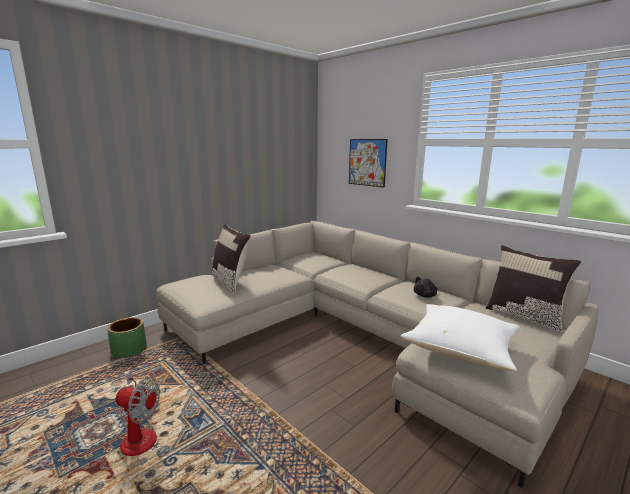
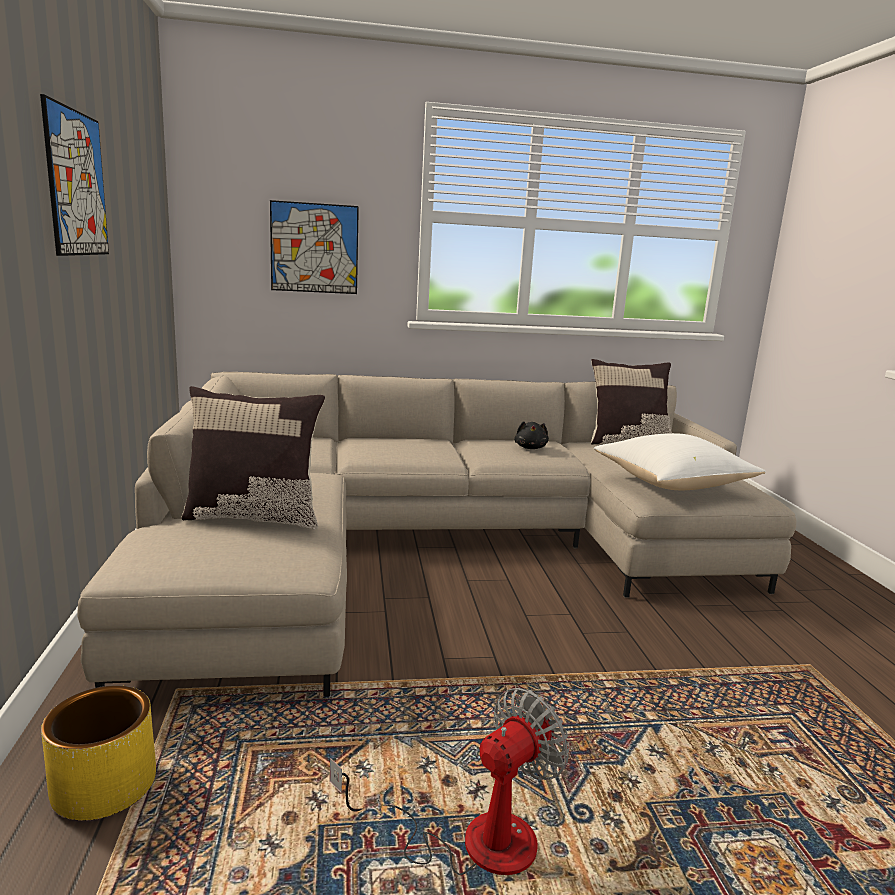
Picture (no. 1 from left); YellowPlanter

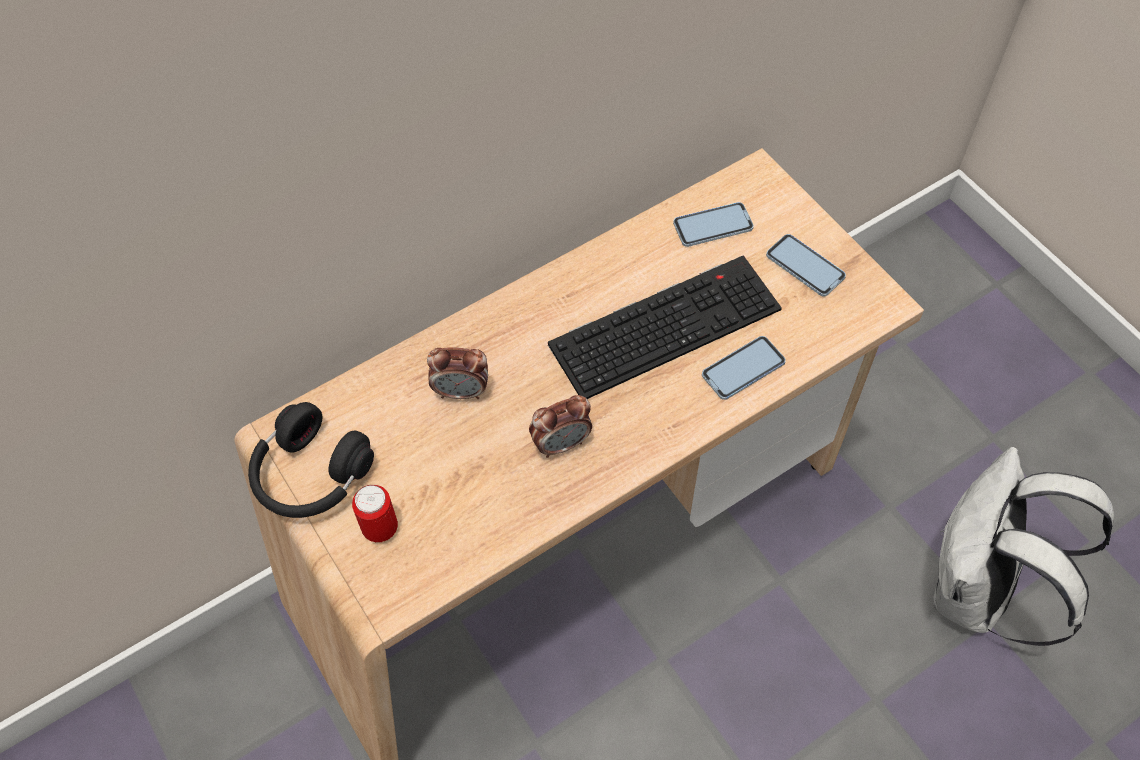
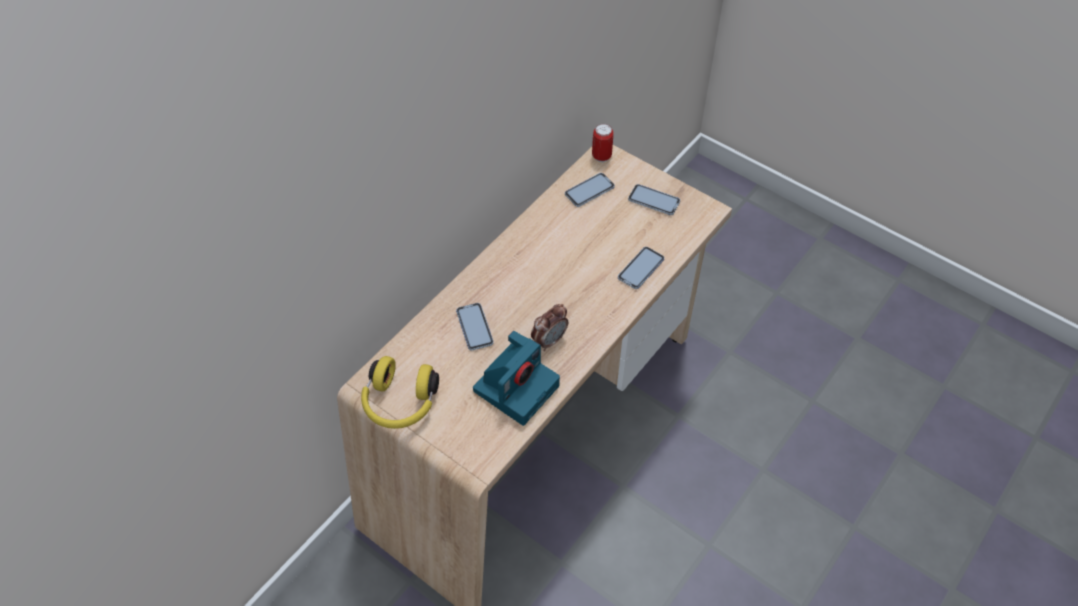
Keyboard; WhiteBackpack; PhotoCamera; Can; Phone (no. 1 from left); YellowHeadphones

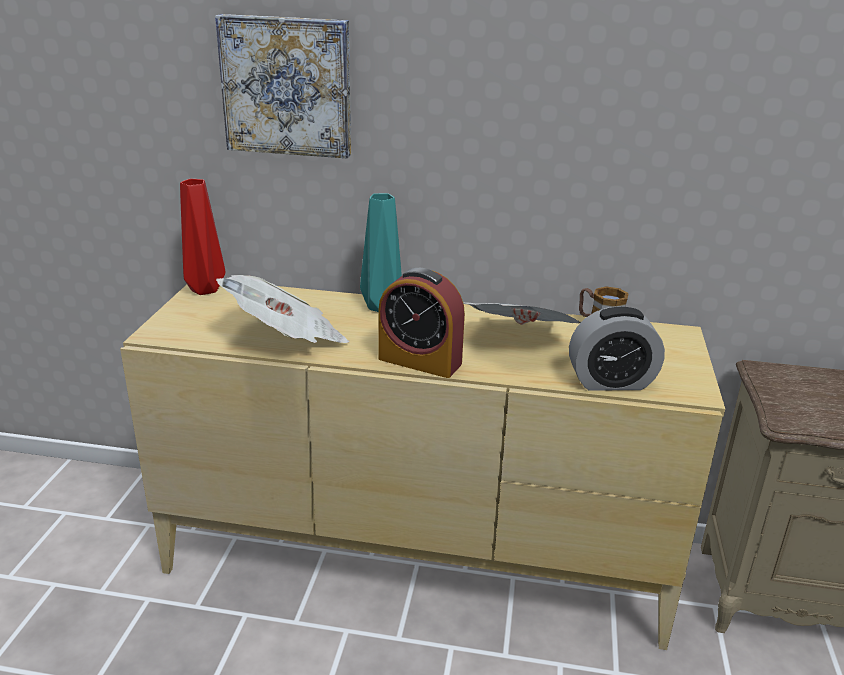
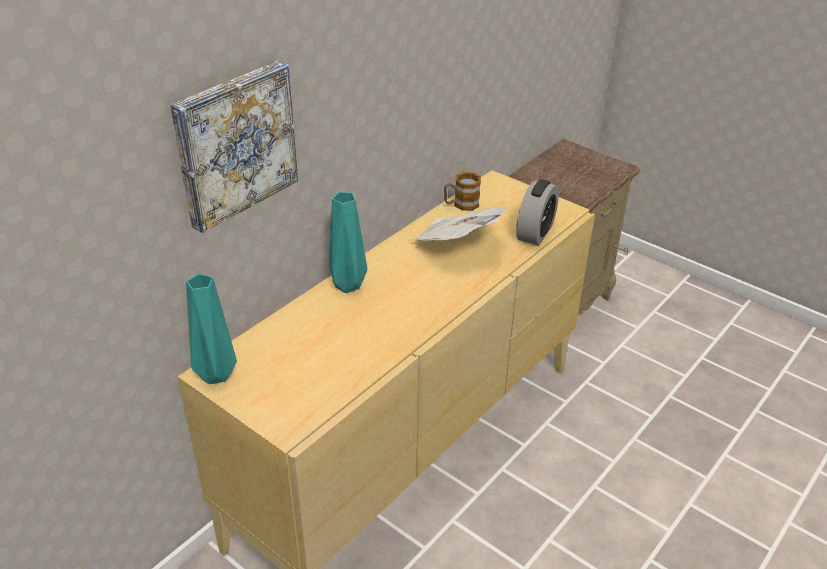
Newspaper (no. 1 from left in the first image); AlarmClock (no. 1 from left in the first image); TurquoiseVase (no. 1 from left)

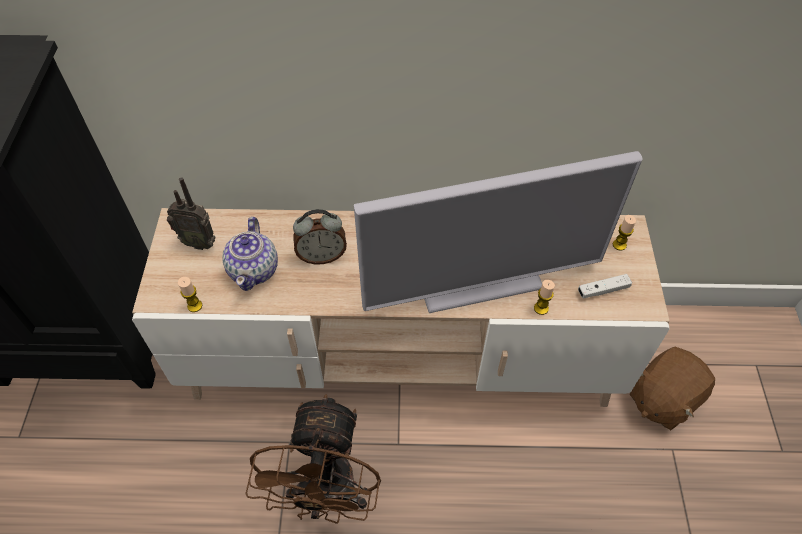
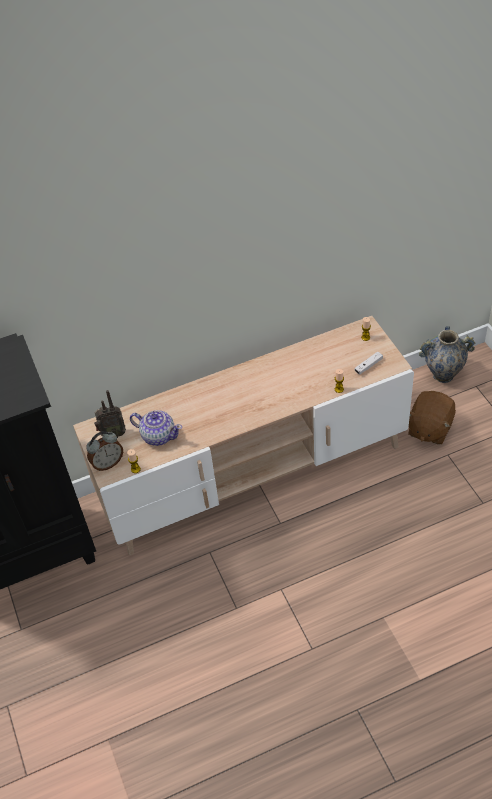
BrownFan; Television; Vase; AlarmClock; Teapot

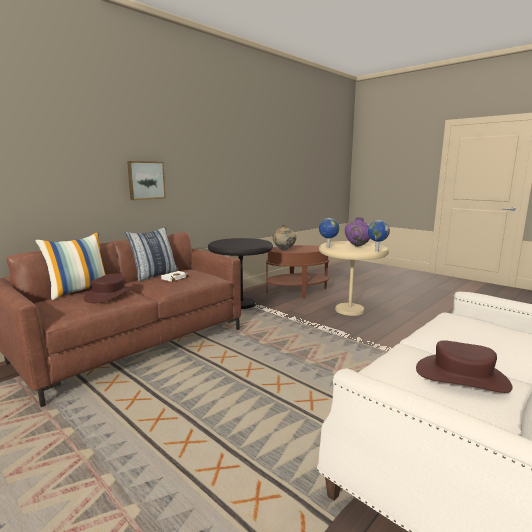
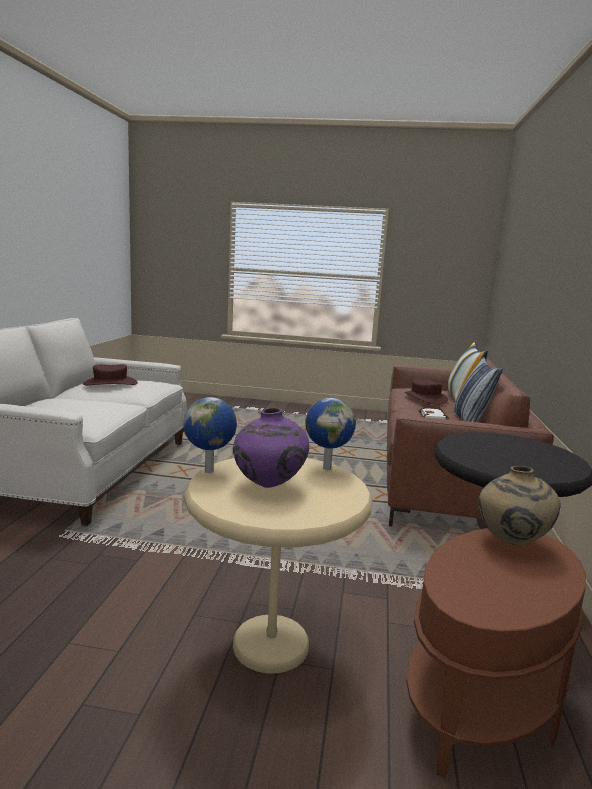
Picture

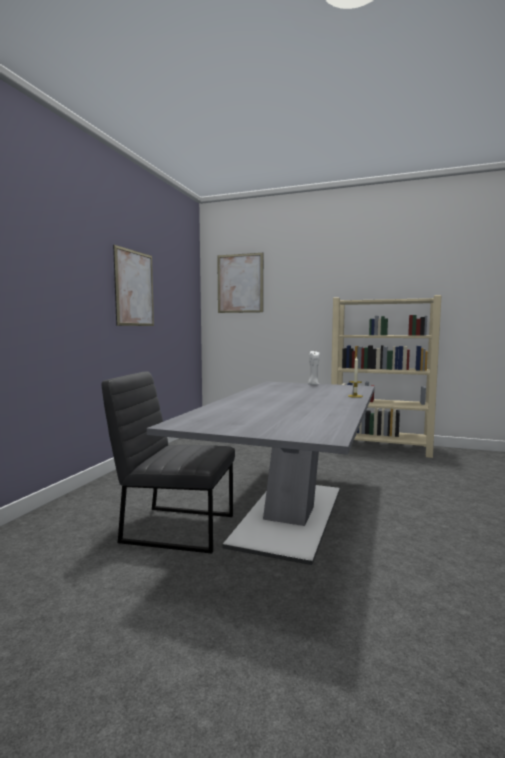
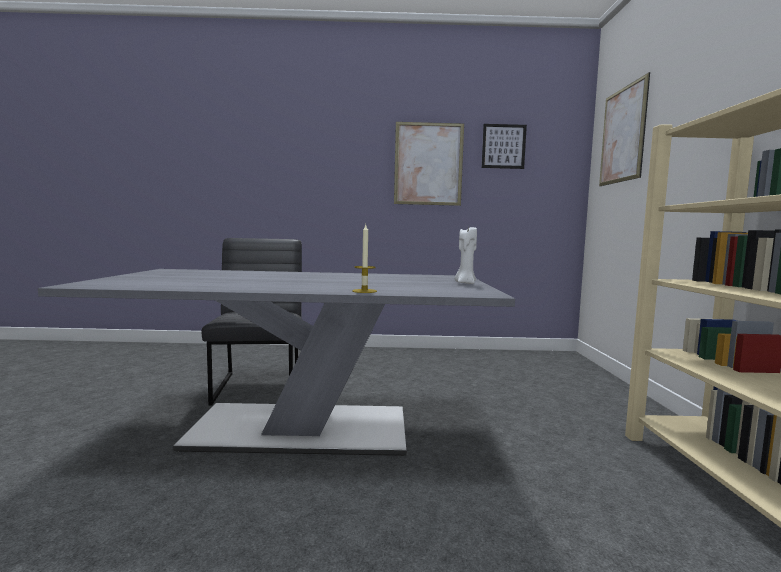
Picture (no. 2 from left)

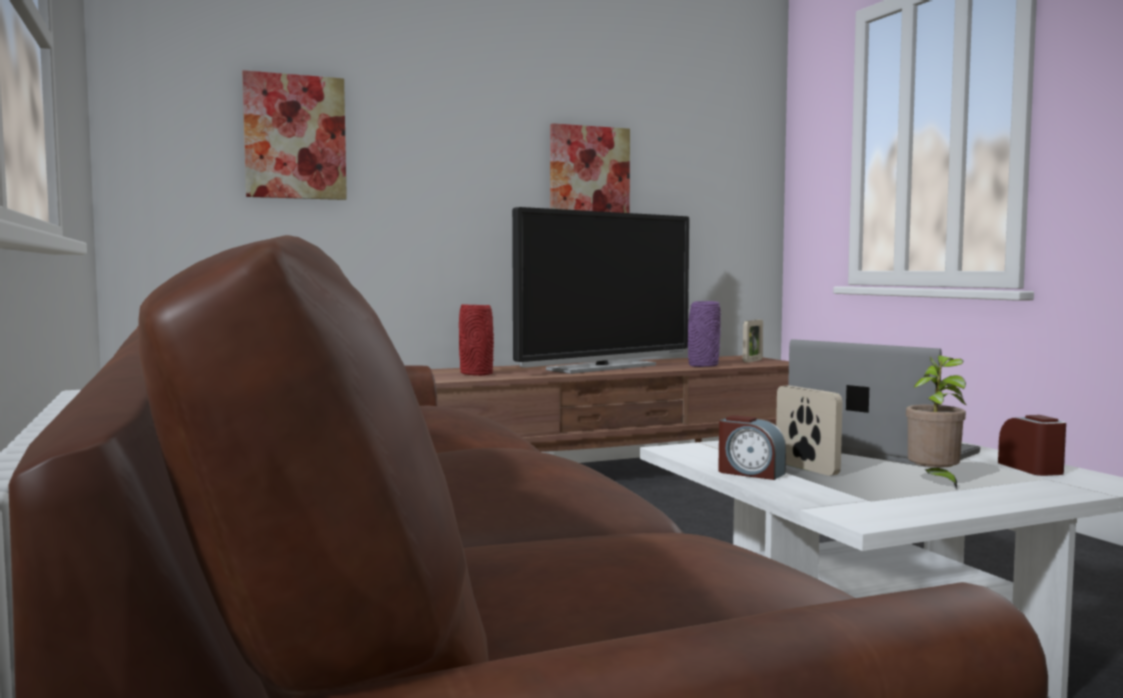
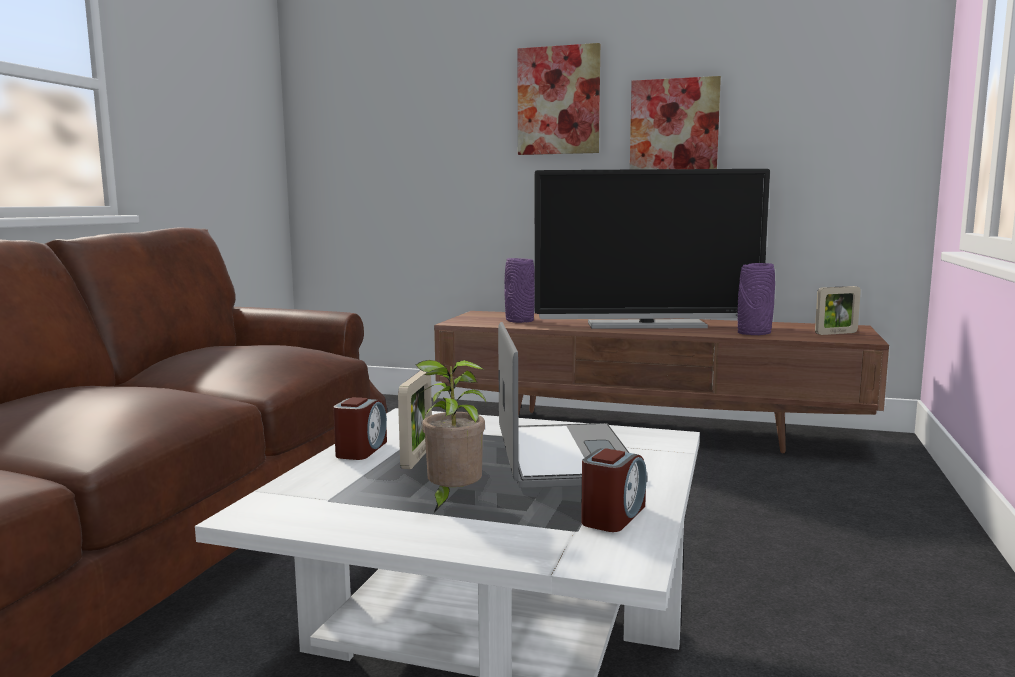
Picture (no. 1 from left); PurpleVase (no. 1 from left); AlarmClock (no. 1 from left)

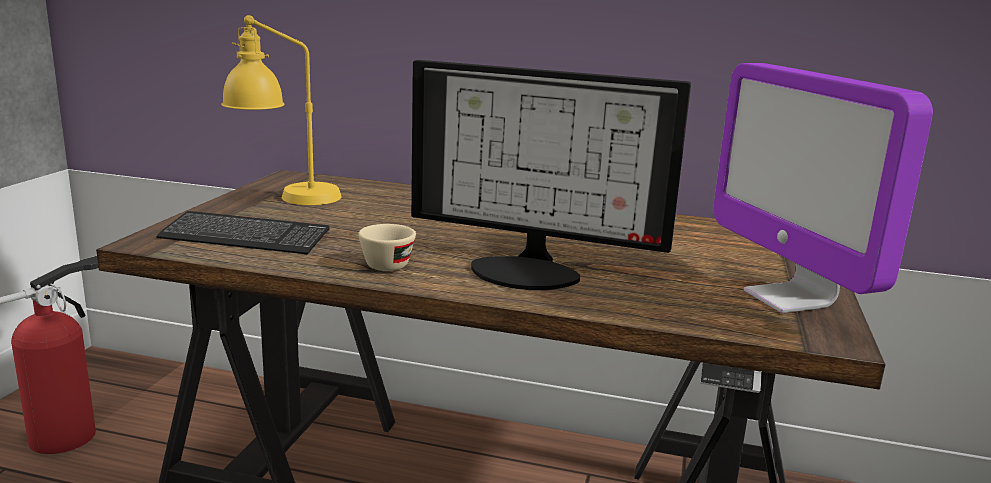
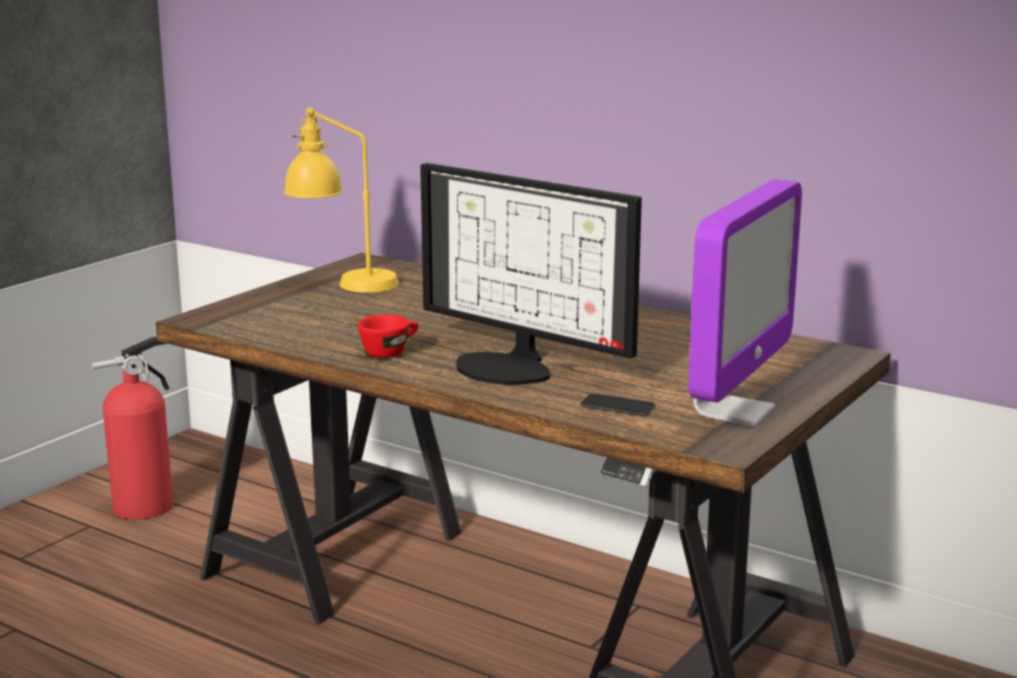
Keyboard; Phone; RedCup; Monitor (no. 2 from left)

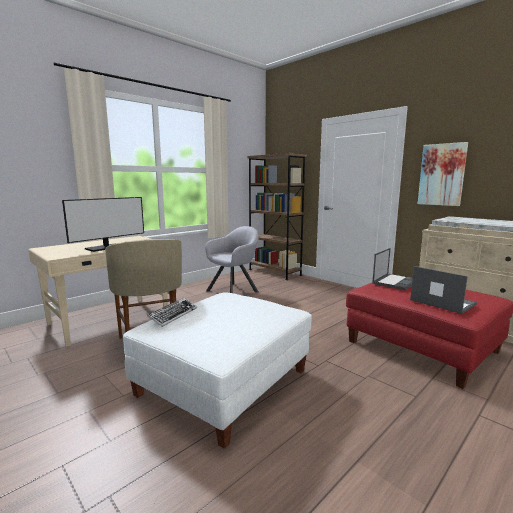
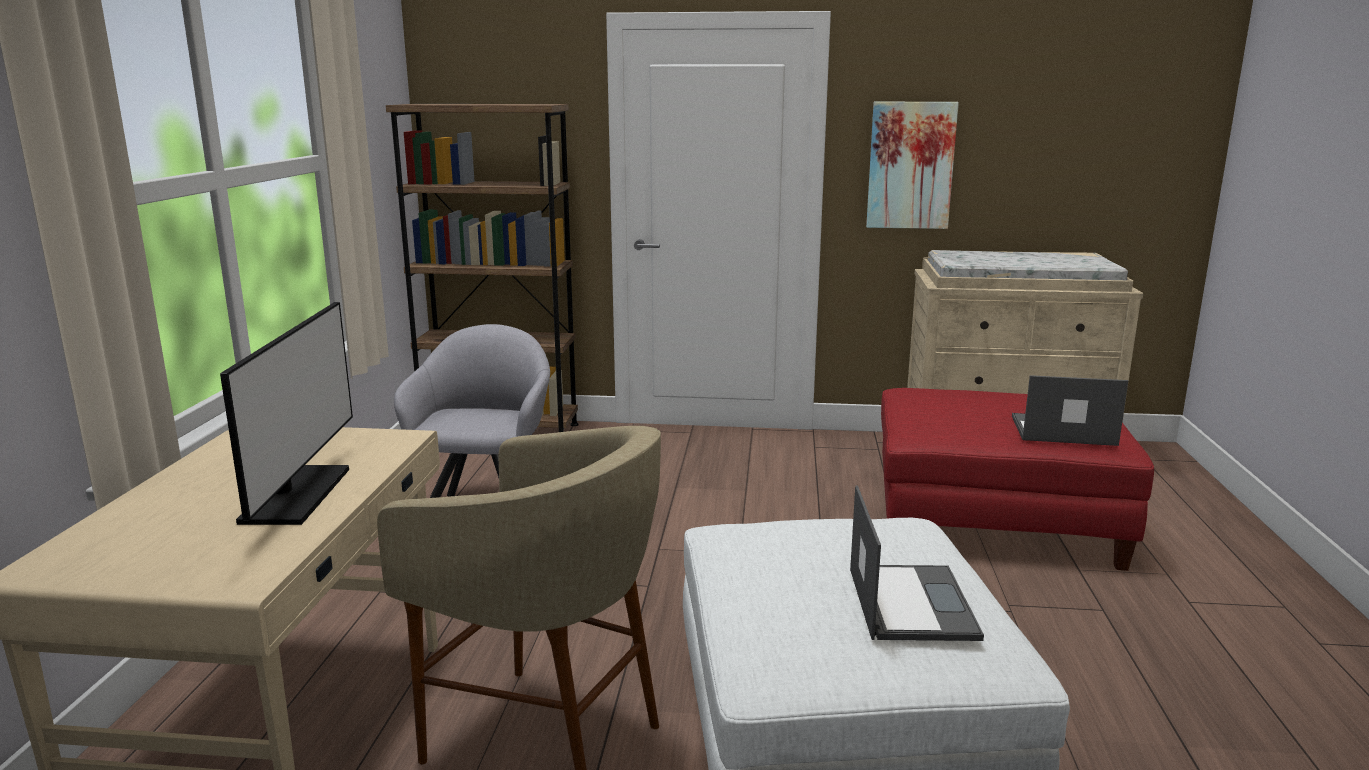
Keyboard; Laptop (no. 1 from left)

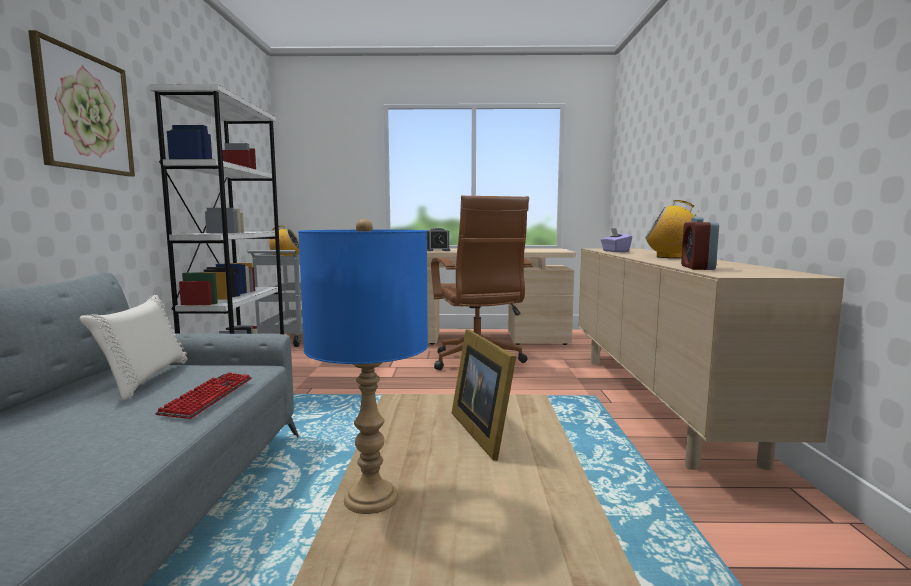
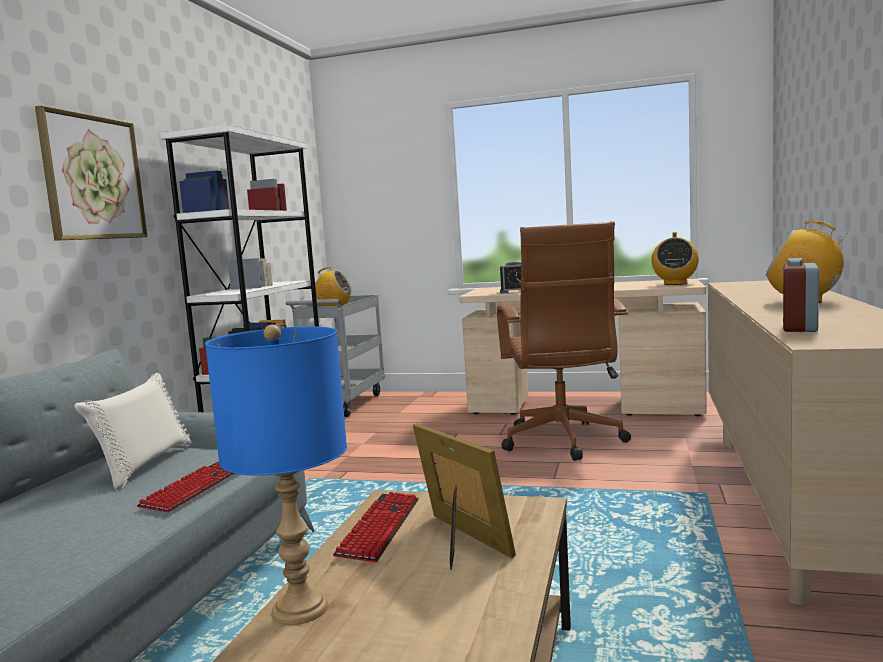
PurpleTissueBox; Keyboard (no. 2 from left); Radio (no. 2 from left); PictureFrame

